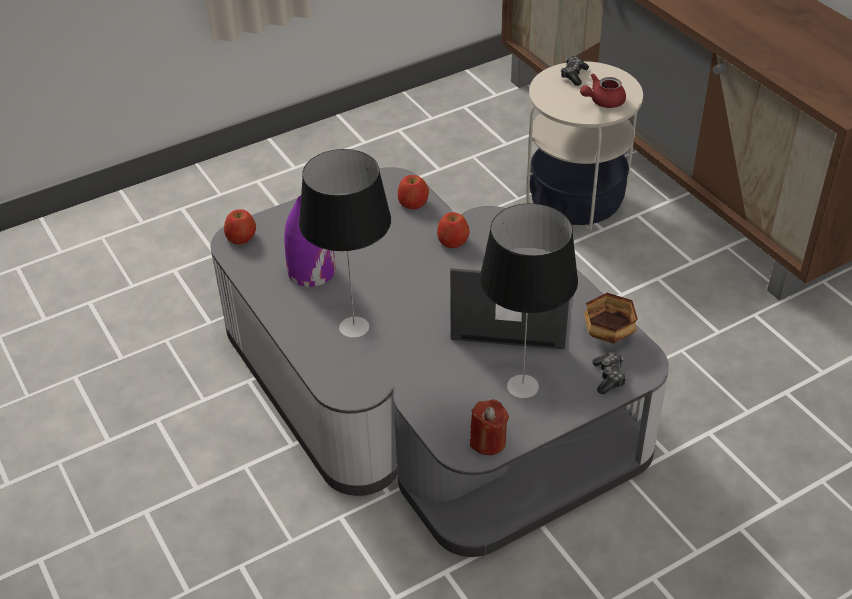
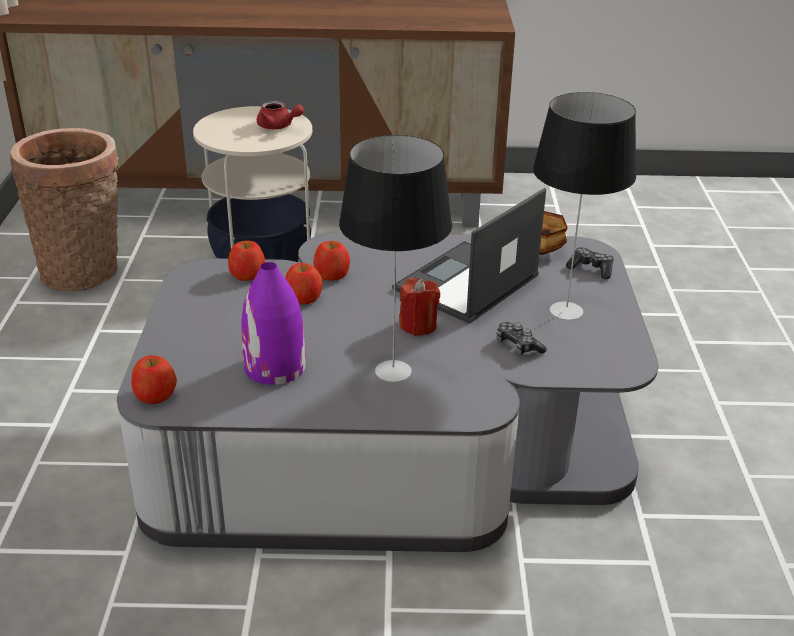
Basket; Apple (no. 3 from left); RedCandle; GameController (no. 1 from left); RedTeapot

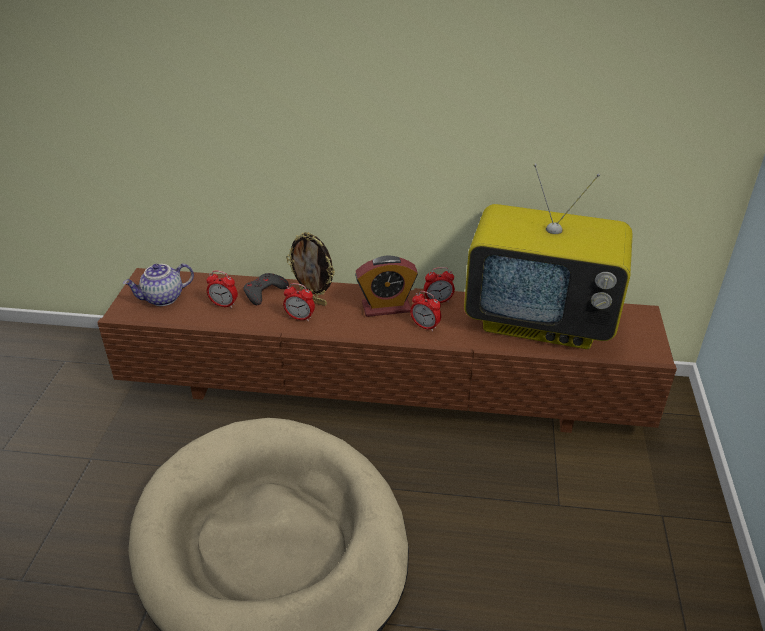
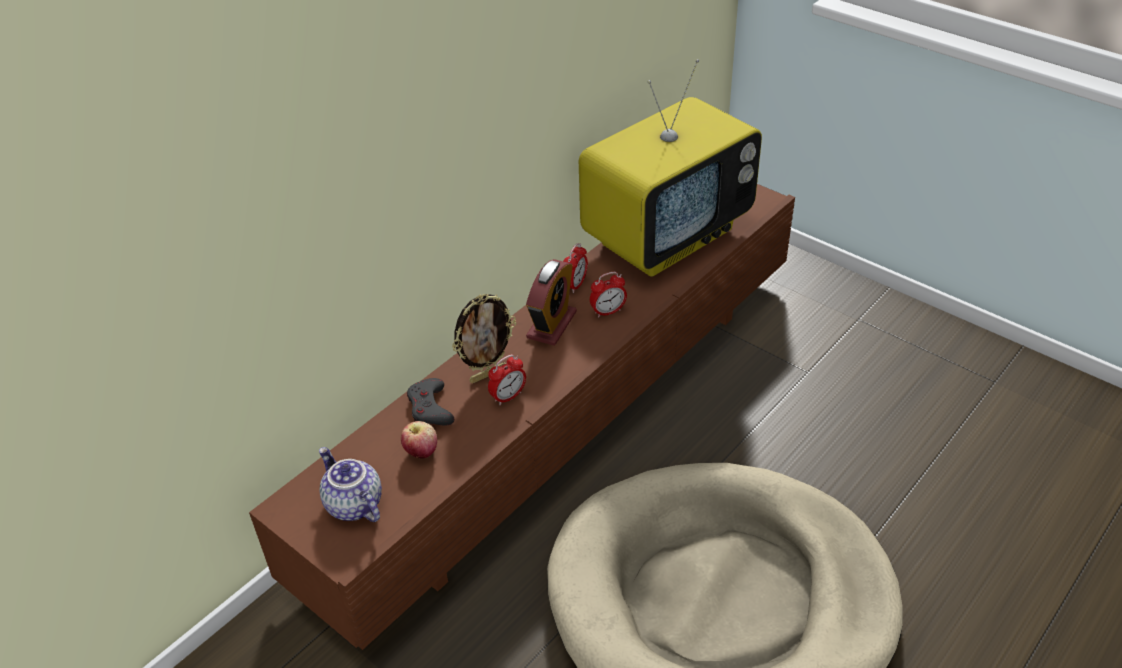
Apple; Teapot

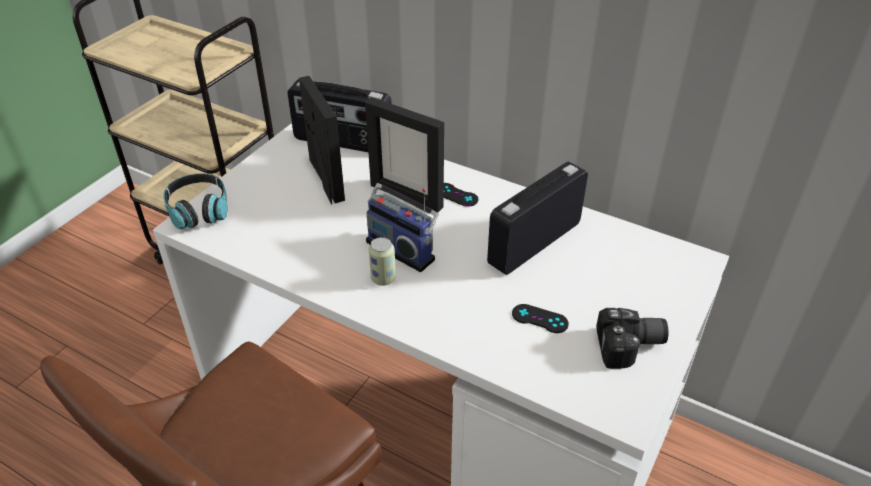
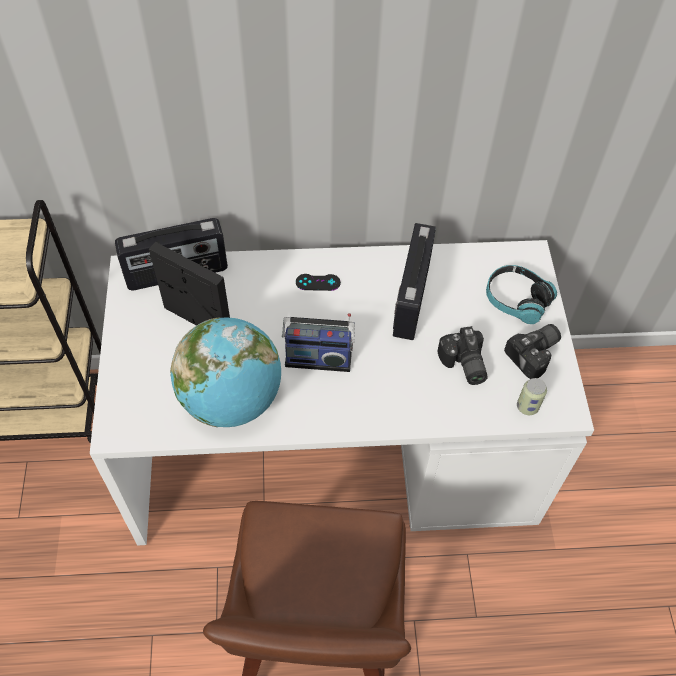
PictureFrame (no. 2 from left in the first image); Globe; Headphones; Can; PhotoCamera (no. 1 from left)

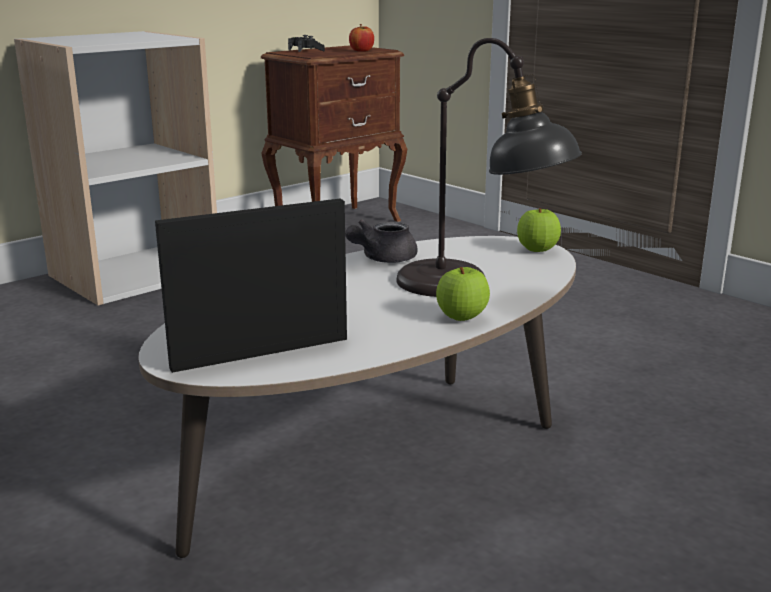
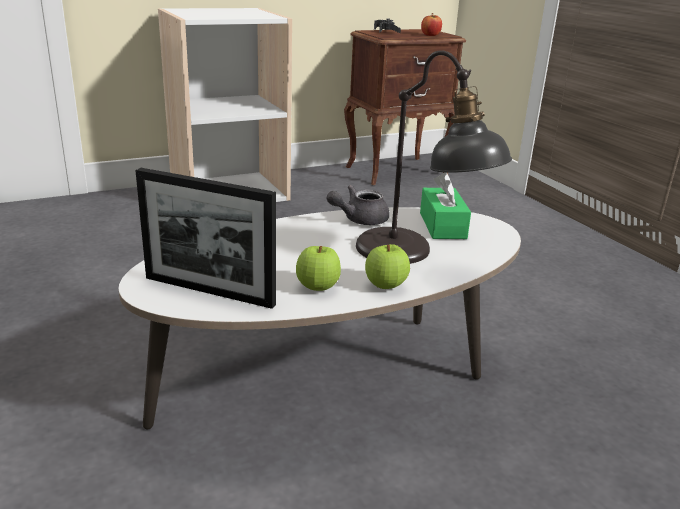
GreenTissueBox; Apple (no. 1 from left); PictureFrame

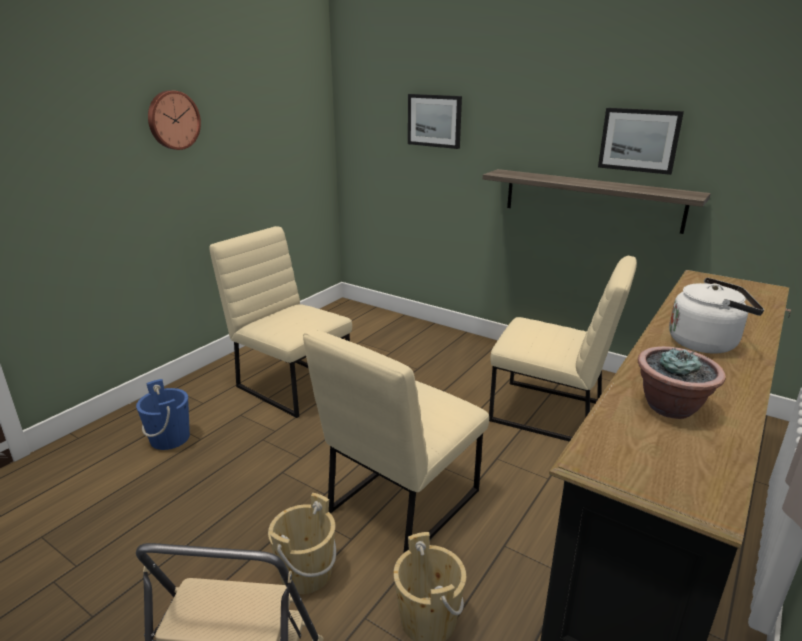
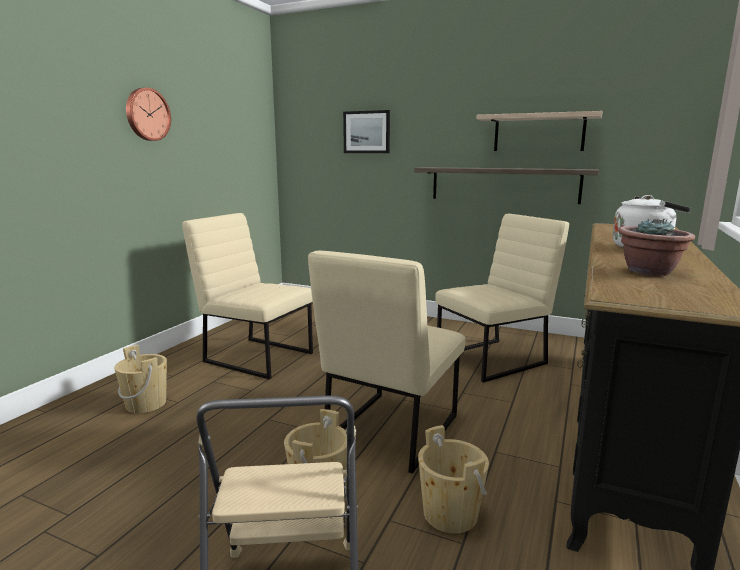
Shelf (no. 2 from left); BeigeBucket (no. 1 from left); BeigeChair (no. 3 from left)

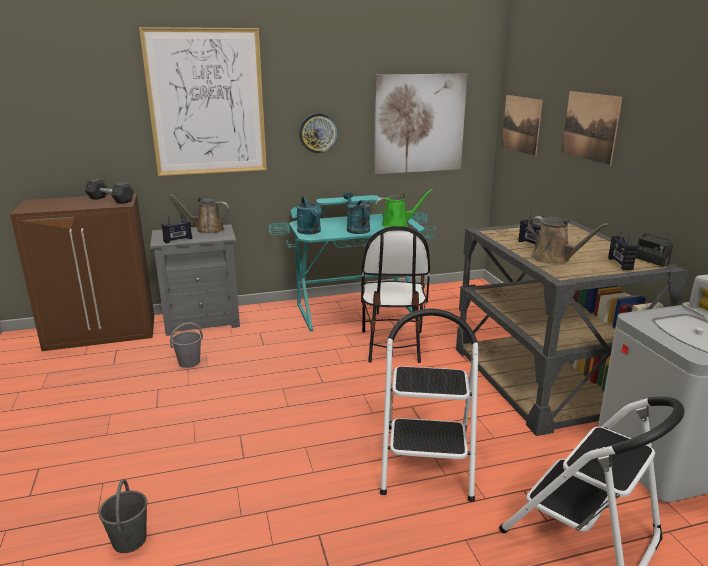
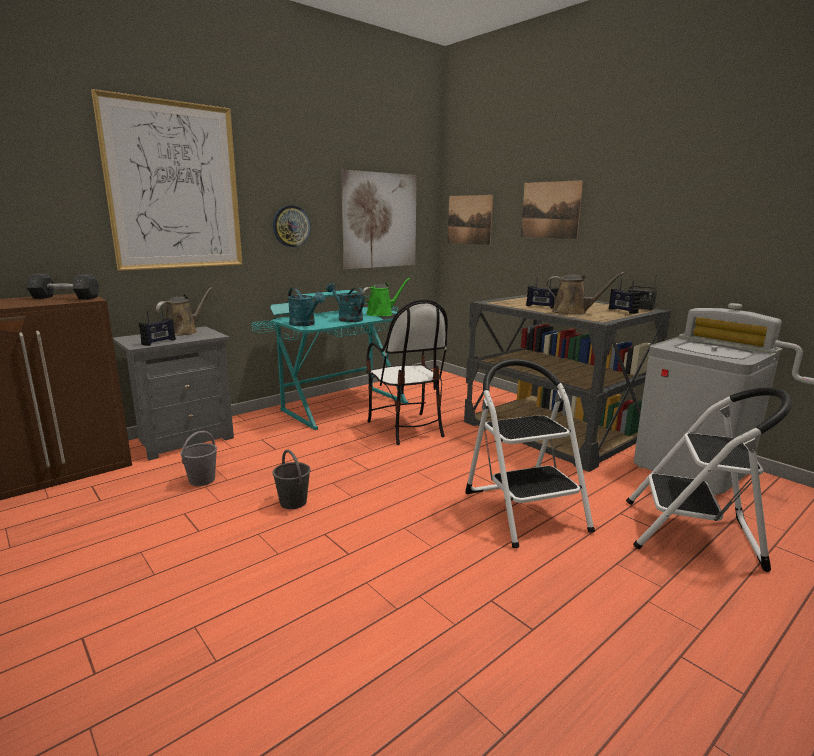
GreyBucket (no. 2 from left); BrownWateringCan (no. 1 from left)

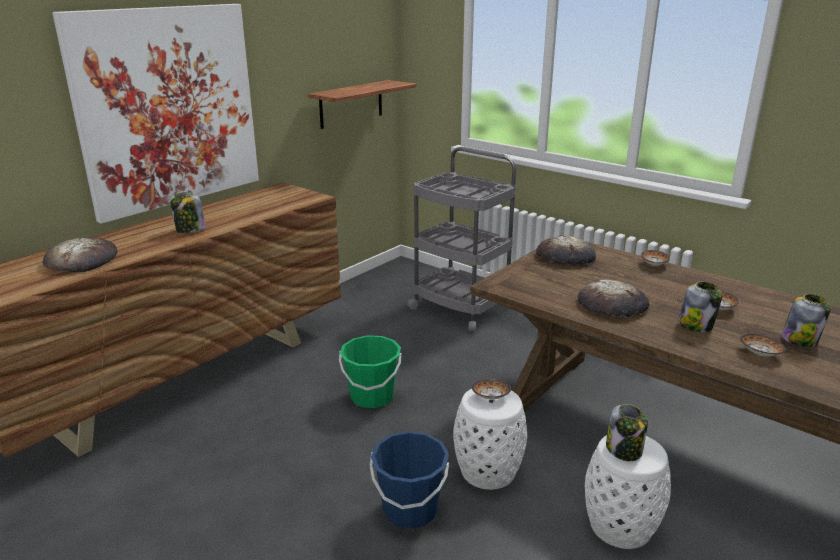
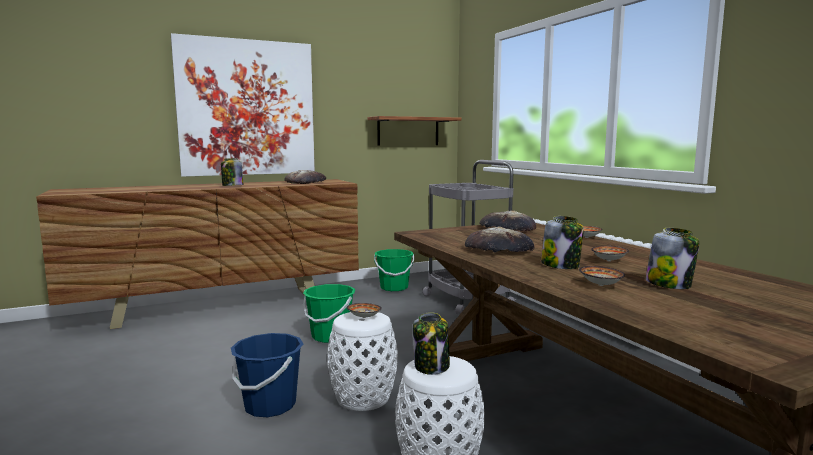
GreenBucket (no. 2 from left); Bread (no. 1 from left)

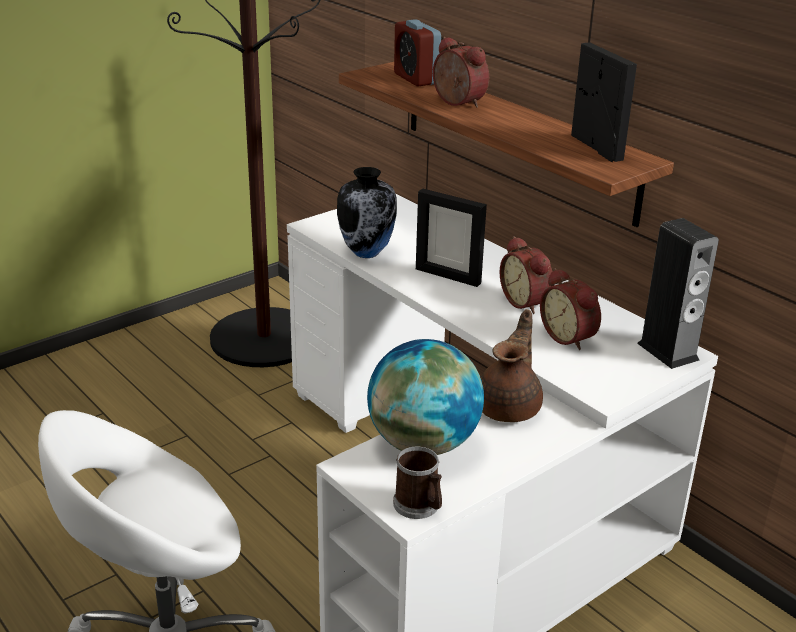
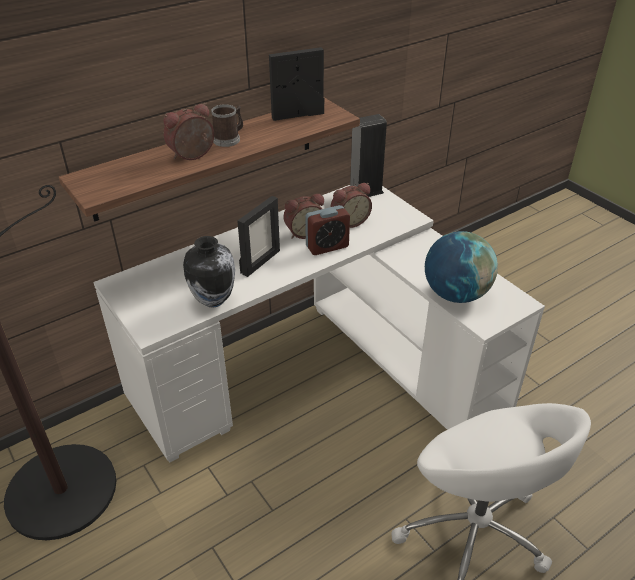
BrownTeapot; Mug; AlarmClock (no. 3 from left)

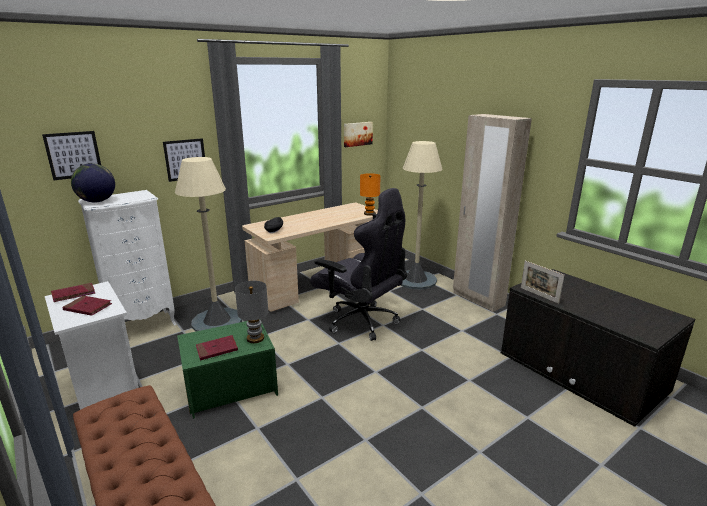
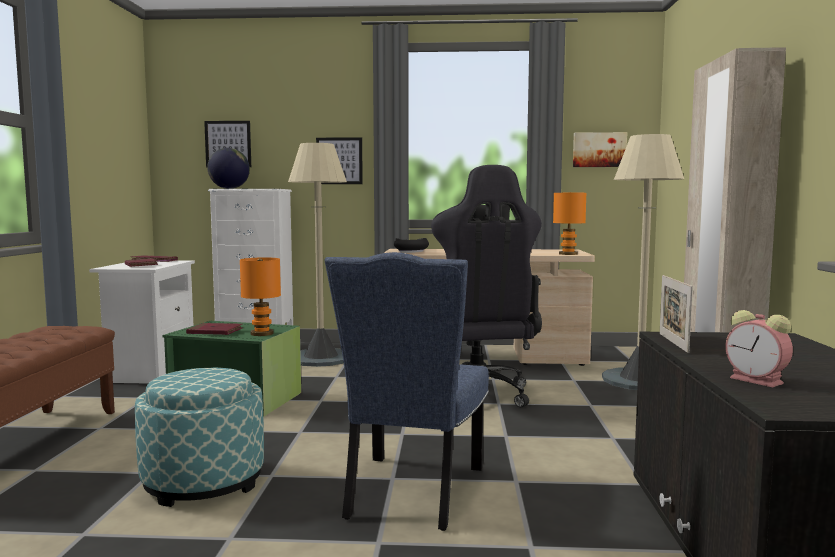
Ottoman; BlueChair; AlarmClock; OrangeTableLamp (no. 1 from left)

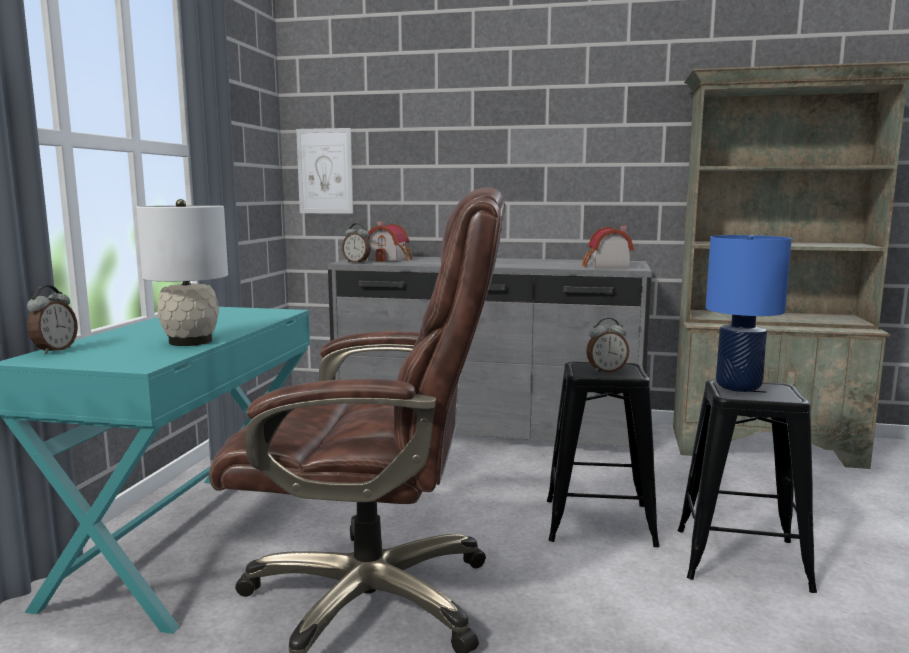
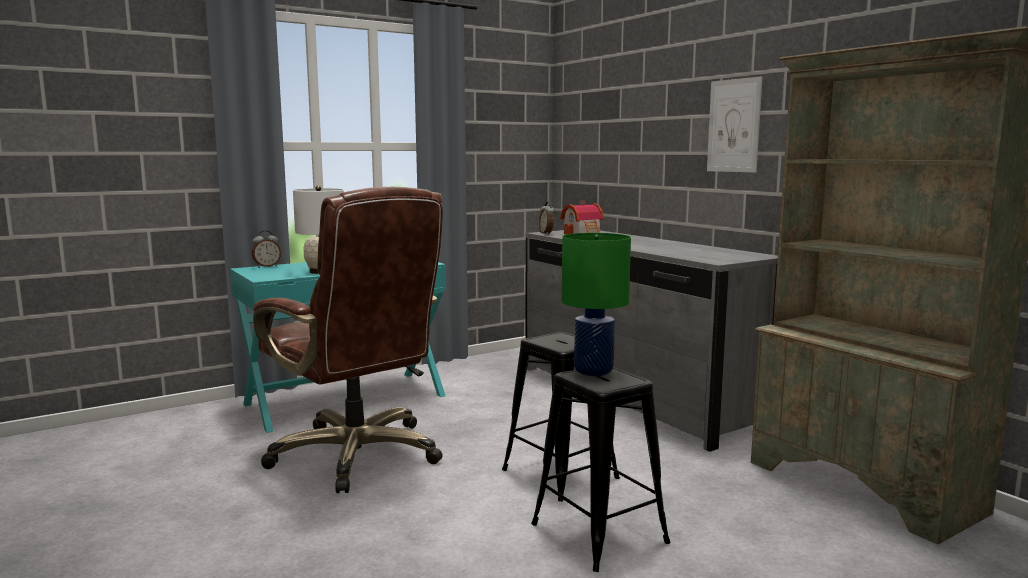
ToyHouse (no. 2 from left in the first image); AlarmClock (no. 3 from left in the first image); Picture; GreenTableLamp

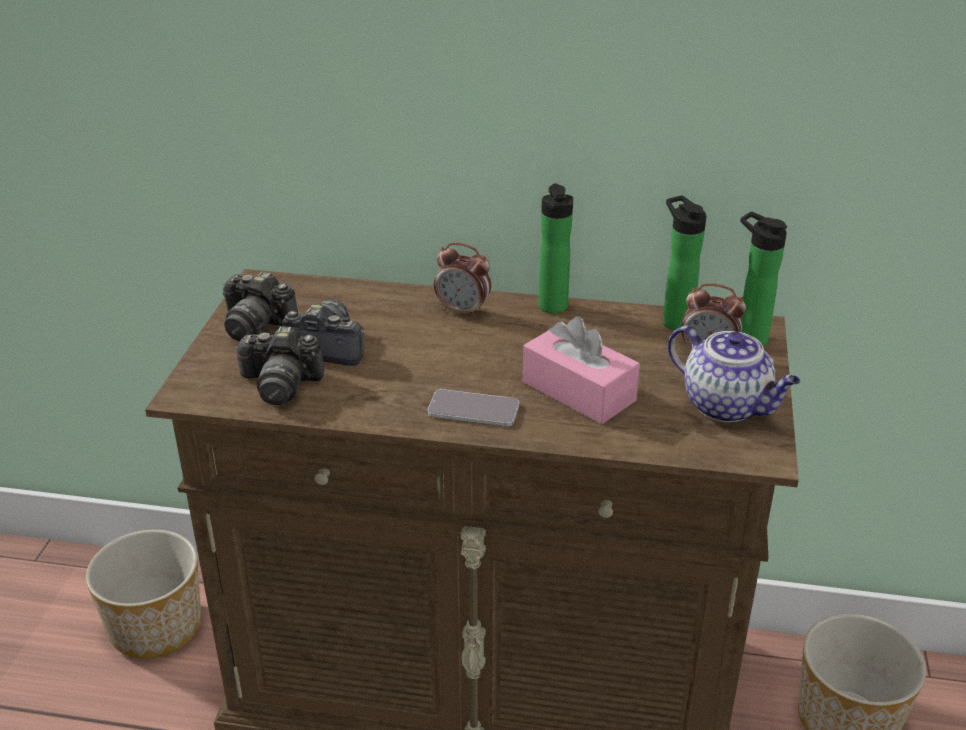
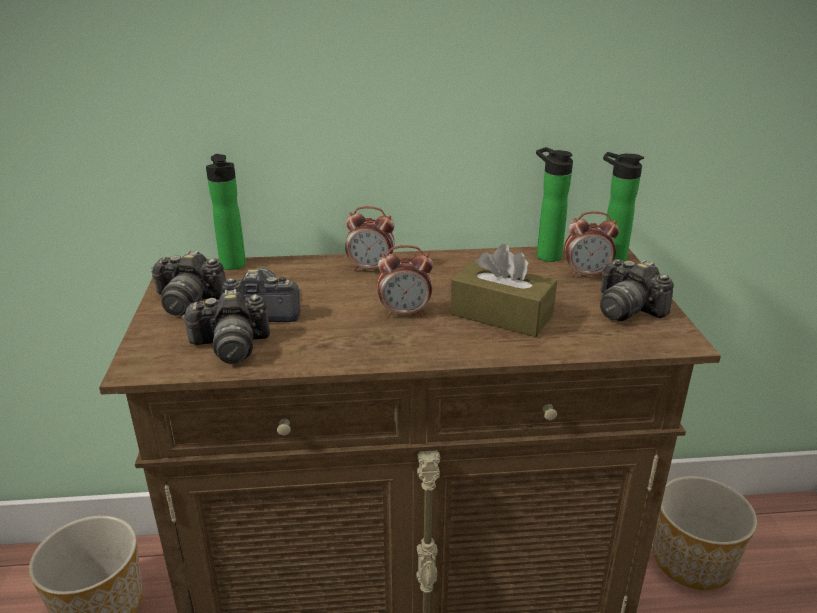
Phone; AlarmClock (no. 2 from left); Bottle (no. 1 from left); PhotoCamera (no. 4 from left); BrownTissueBox

